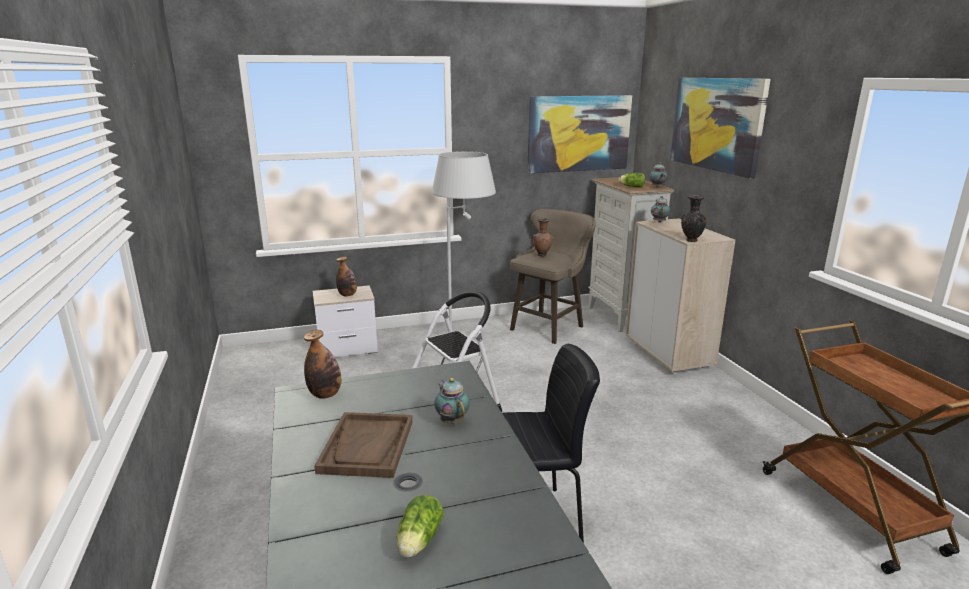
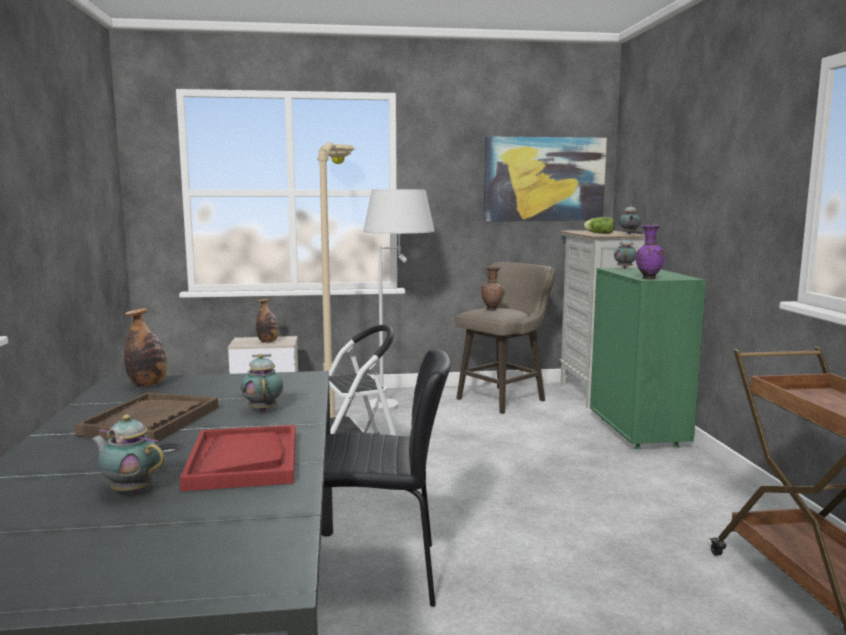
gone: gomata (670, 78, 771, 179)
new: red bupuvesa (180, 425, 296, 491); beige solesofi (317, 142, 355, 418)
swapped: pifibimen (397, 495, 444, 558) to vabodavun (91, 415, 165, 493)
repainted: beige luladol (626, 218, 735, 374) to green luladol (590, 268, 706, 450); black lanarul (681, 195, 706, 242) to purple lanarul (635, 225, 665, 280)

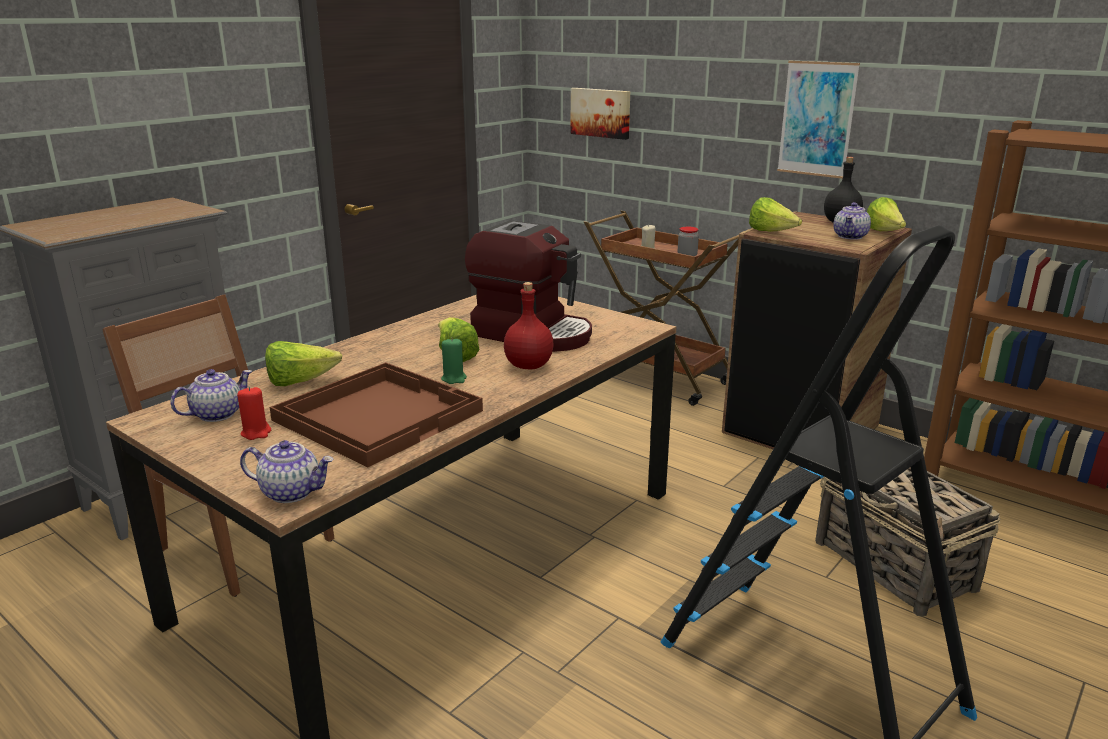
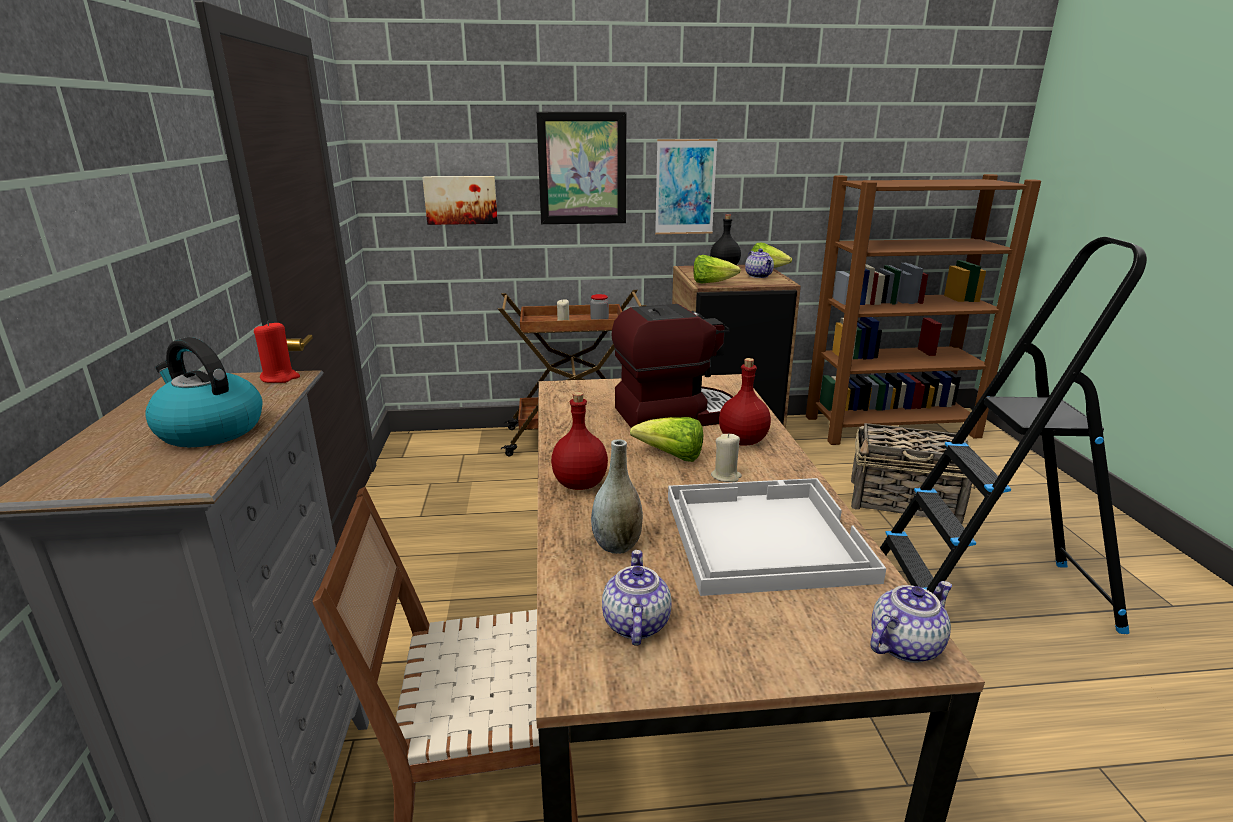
new: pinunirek (145, 337, 263, 447); gomata (536, 112, 626, 224); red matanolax (551, 392, 608, 490)
shifted: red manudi (237, 386, 271, 440) to (254, 320, 300, 383)
swapped: pifibimen (265, 341, 342, 386) to grey lanarul (591, 439, 643, 554)
repainted: brown bupuvesa (270, 362, 483, 467) to white bupuvesa (668, 478, 886, 596); green manudi (441, 338, 467, 384) to beige manudi (711, 433, 742, 482)

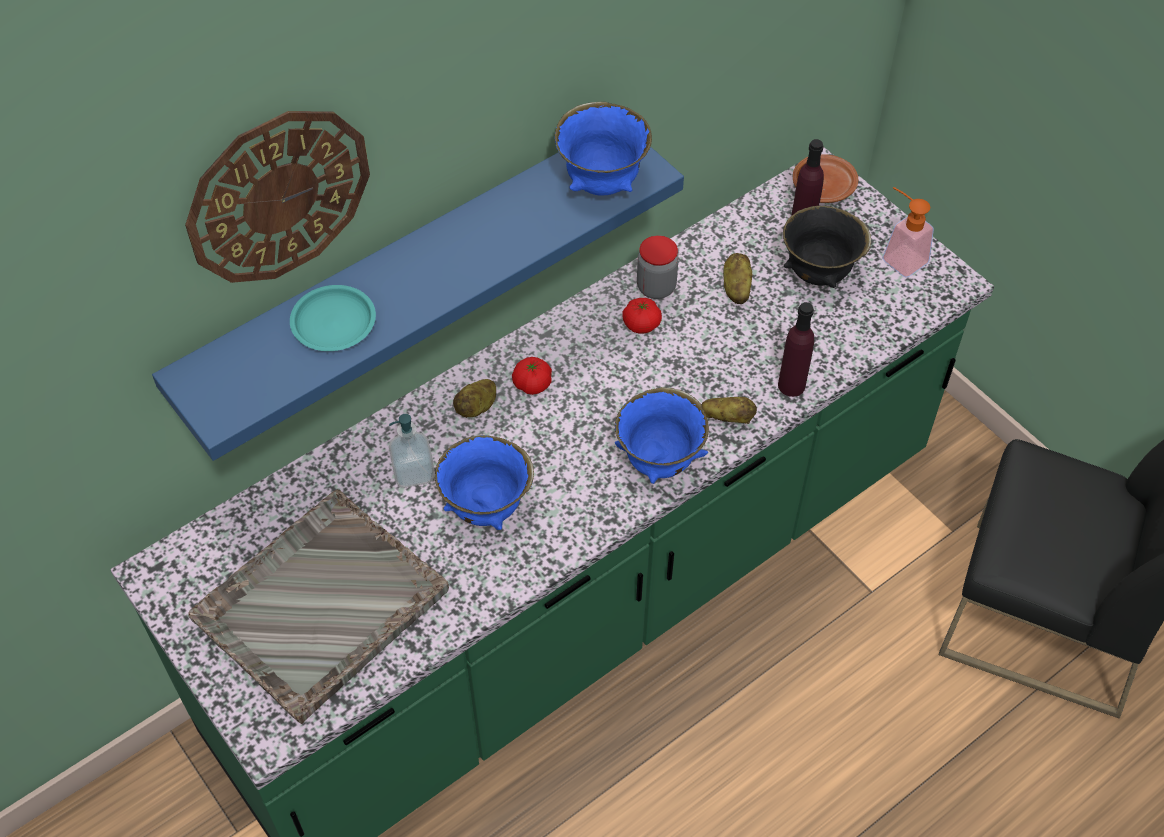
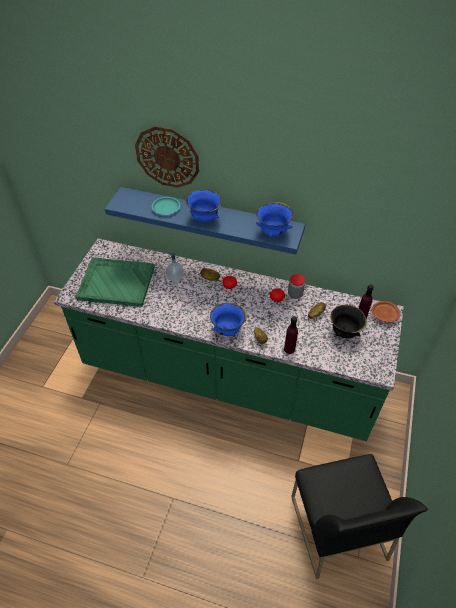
gone: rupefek (882, 187, 934, 278)
shifted: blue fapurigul (435, 435, 534, 530) to (186, 189, 222, 223)
repainted: grey bupuvesa (188, 489, 449, 724) to green bupuvesa (75, 257, 155, 307)

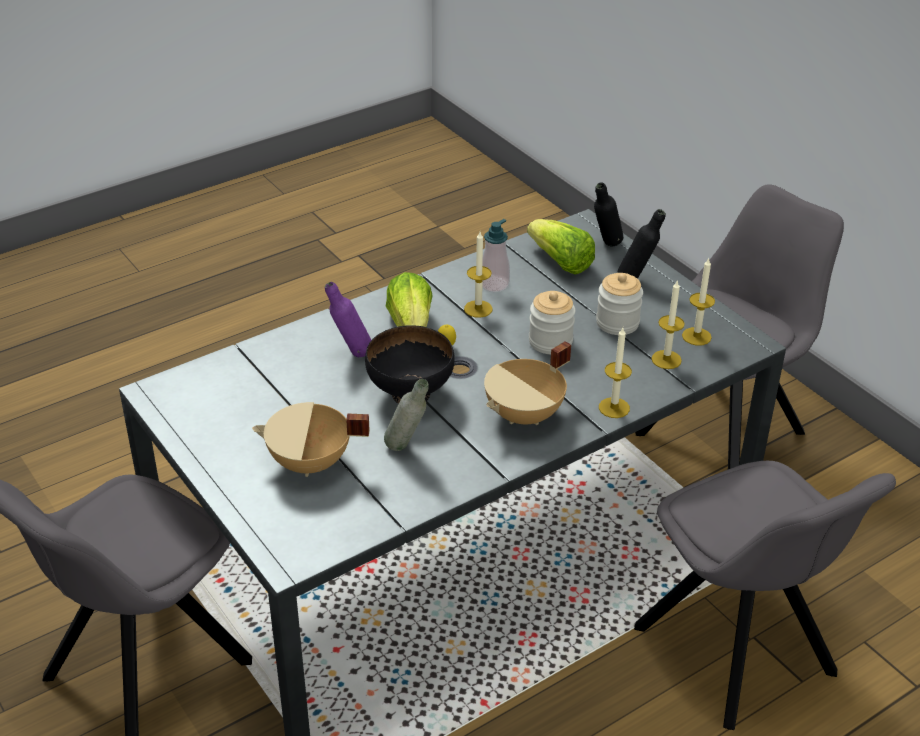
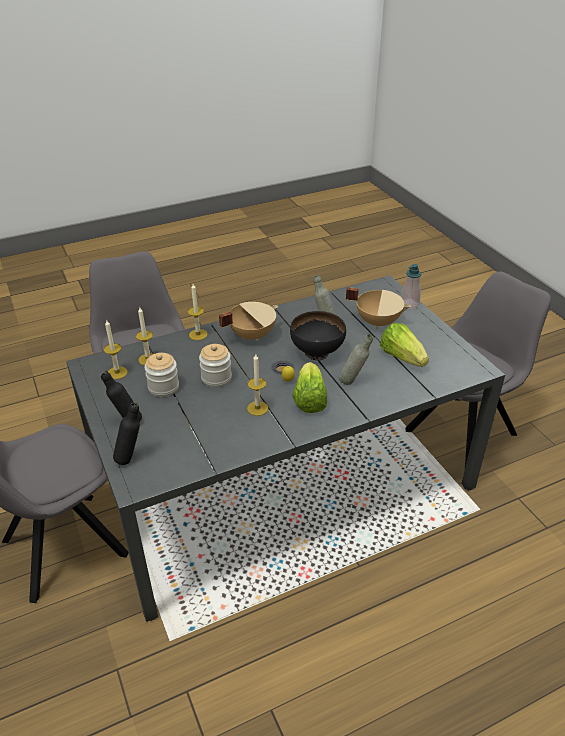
shifted: rupefek (482, 219, 510, 292) to (401, 264, 421, 309); pifibimen (527, 219, 595, 275) to (380, 323, 429, 367)
repainted: purple matanolax (325, 282, 371, 357) to grey matanolax (339, 334, 373, 385)

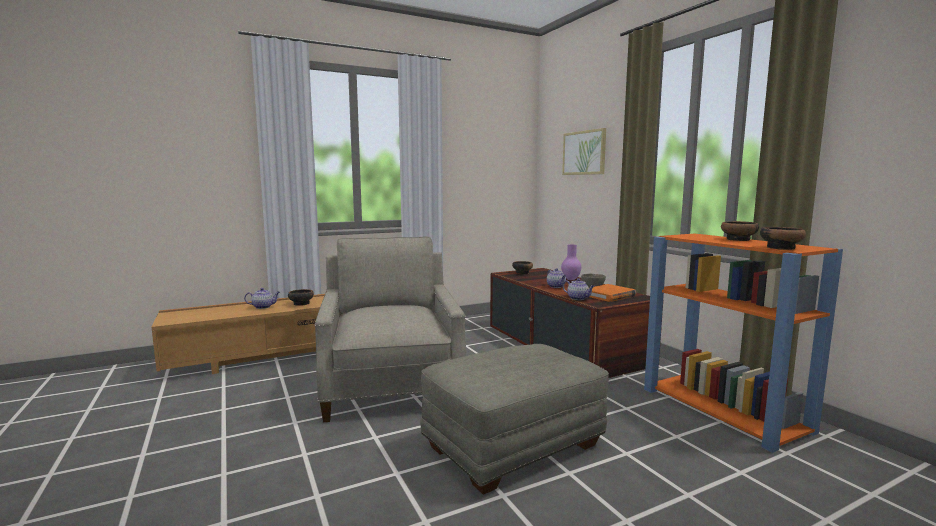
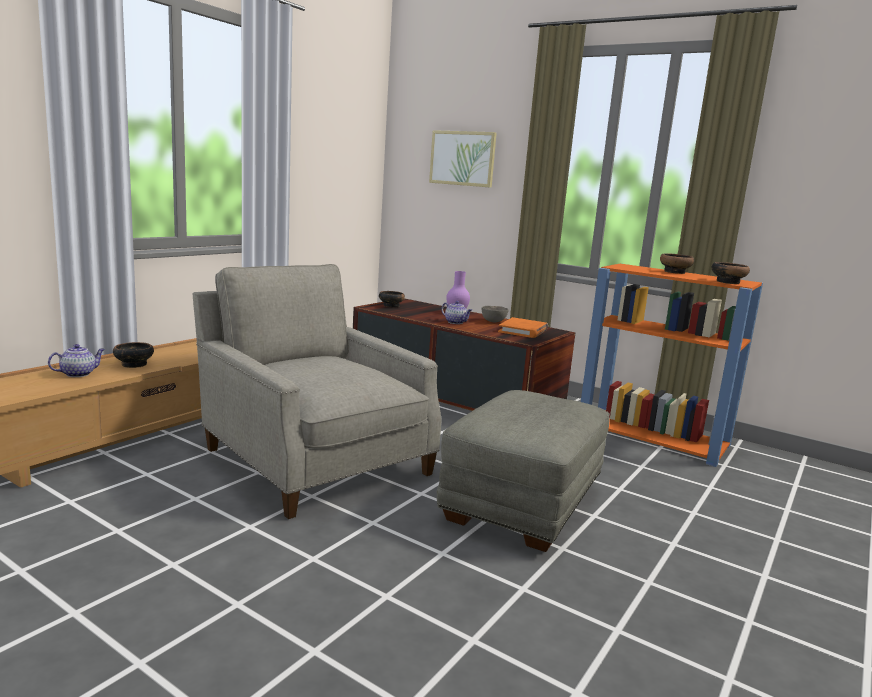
gone: vabodavun (563, 278, 595, 300)

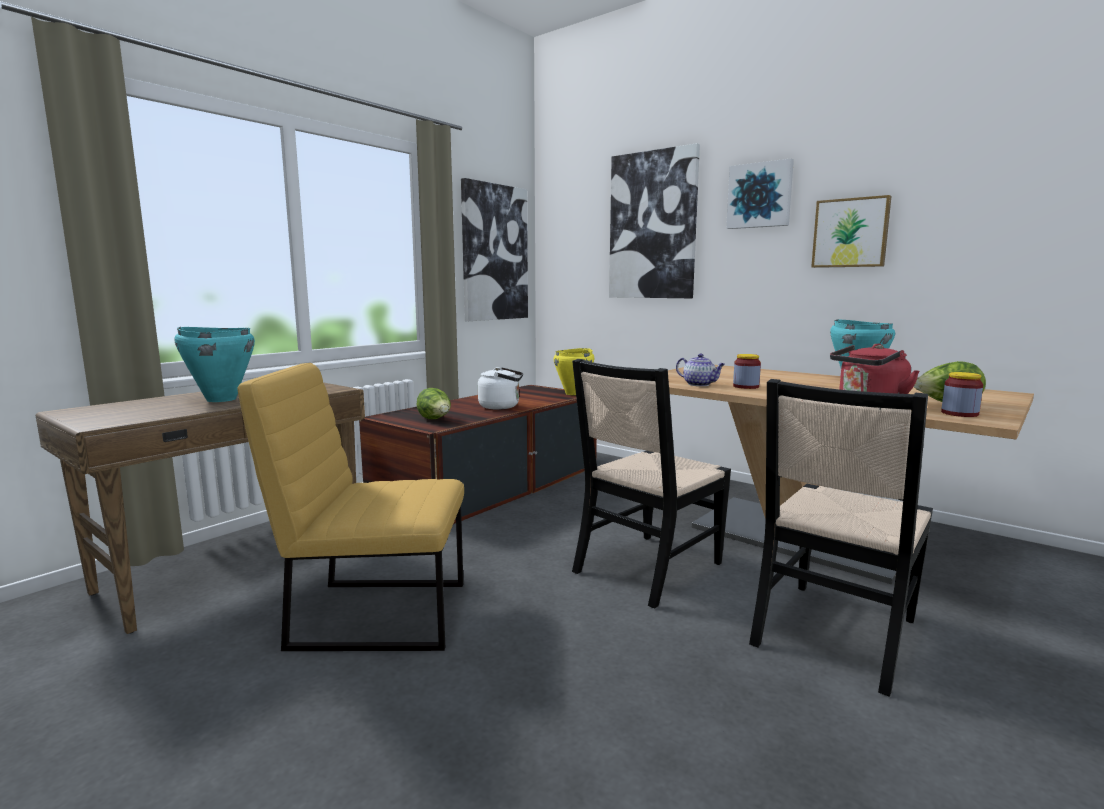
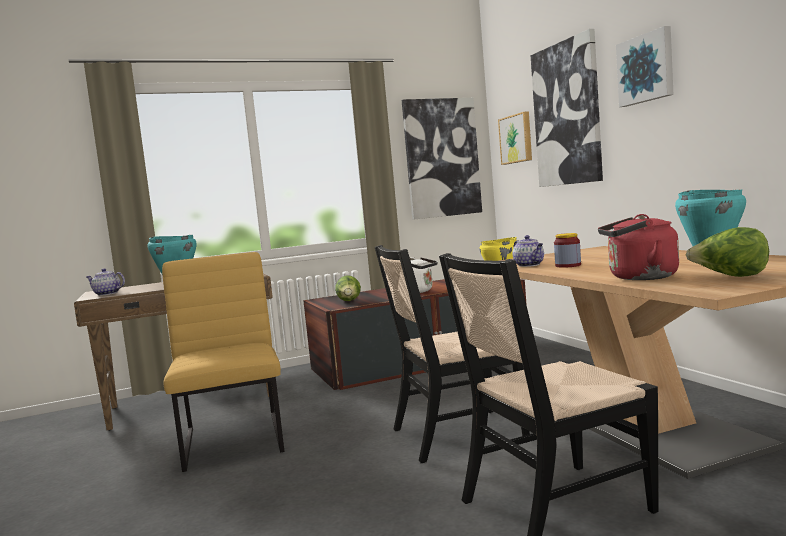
gone: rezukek (941, 372, 983, 417)
new: vabodavun (86, 268, 125, 296)
shifted: gomata (811, 195, 892, 268) to (498, 111, 532, 165)
rotated: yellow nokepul (237, 363, 464, 651) = (162, 252, 284, 472) 45 degrees clockwise

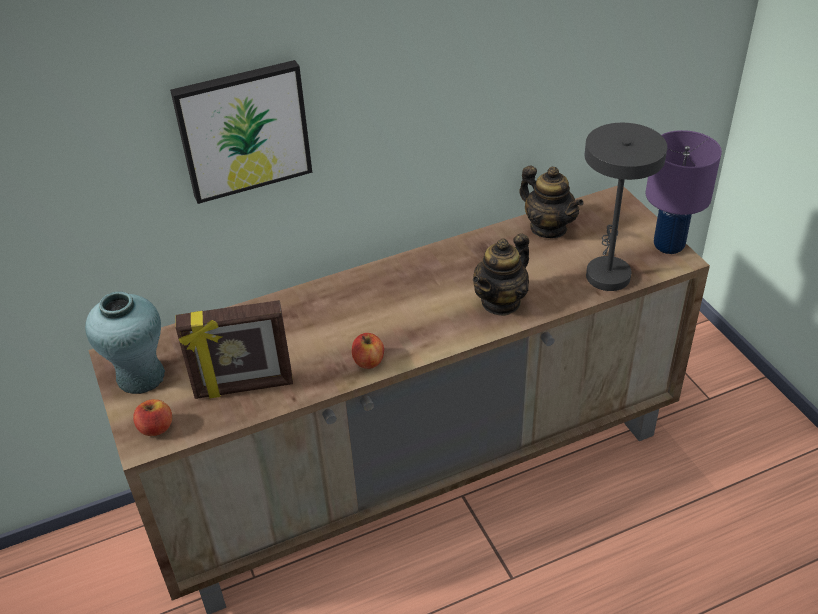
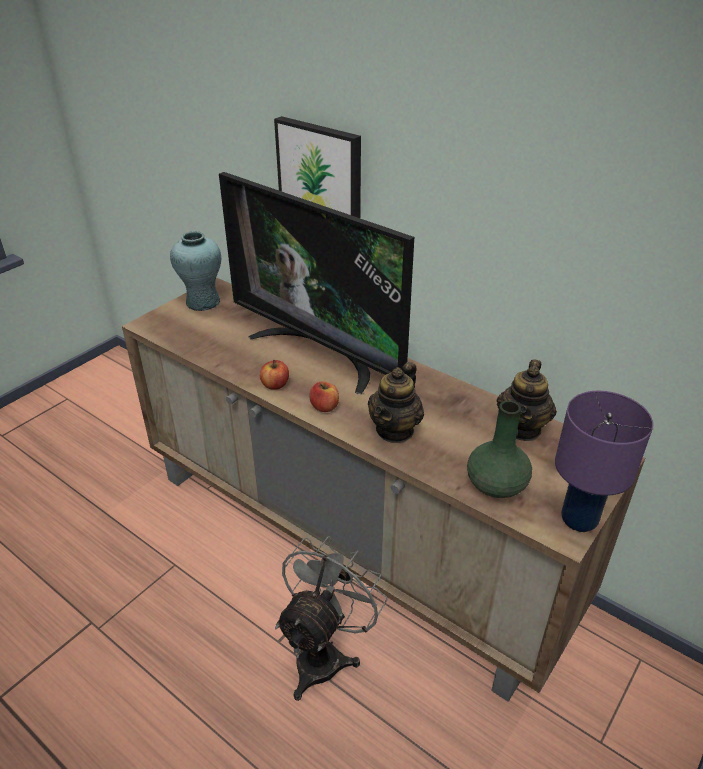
gone: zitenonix (175, 300, 293, 399)
new: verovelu (219, 172, 414, 394); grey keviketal (275, 536, 388, 701)
shifted: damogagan (133, 399, 172, 436) to (309, 382, 339, 412)
swapped: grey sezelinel (585, 123, 667, 291) to green lanarul (467, 401, 532, 498)
rotated: vabodavun (473, 233, 529, 316) = (368, 362, 424, 443) 75 degrees counterclockwise

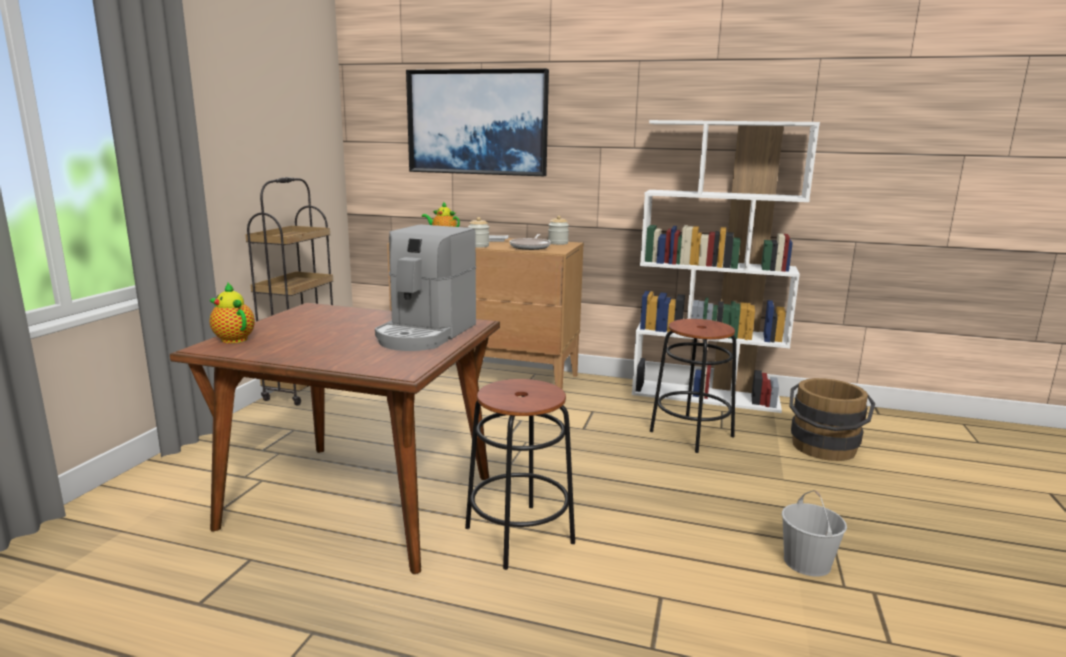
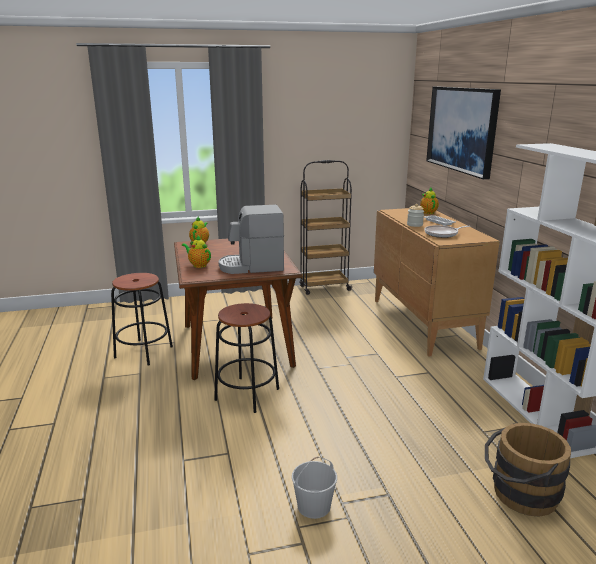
gone: rezukek (548, 215, 569, 245)
new: vabodavun (182, 236, 211, 268)
shifted: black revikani (650, 319, 736, 453) to (111, 273, 173, 366)

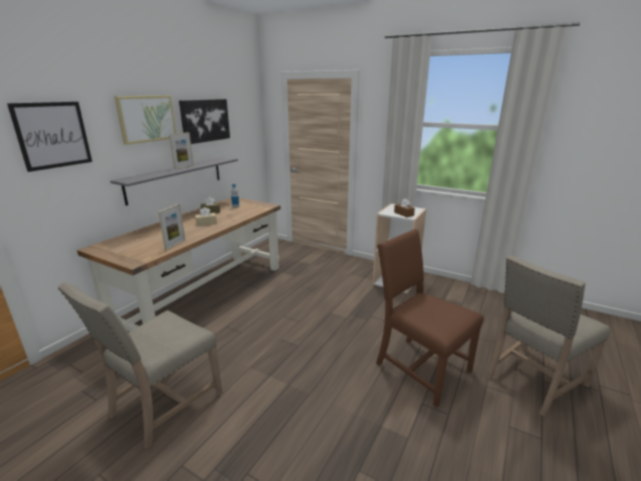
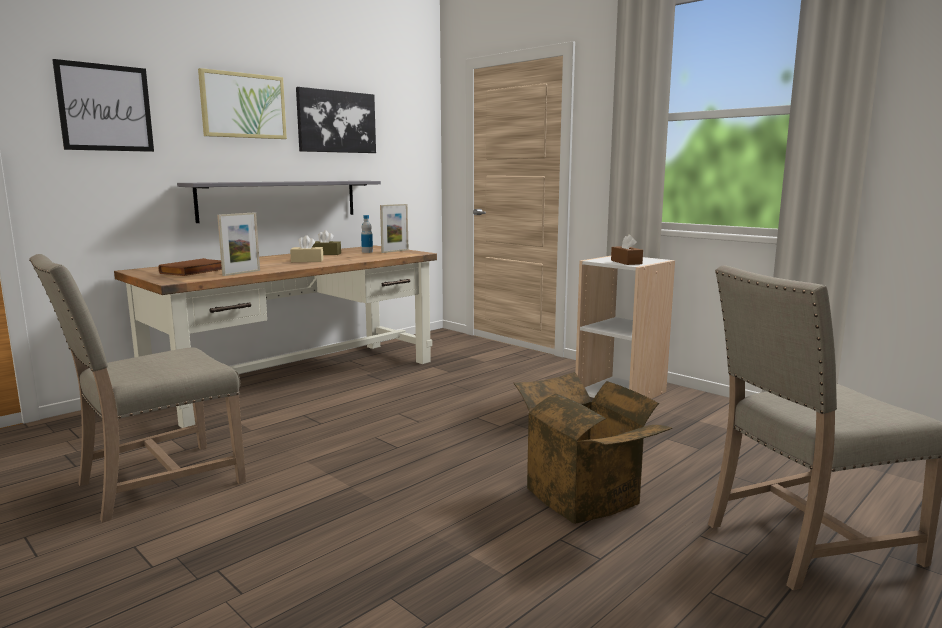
new: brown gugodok (159, 258, 222, 276)
shifted: zitenonix (169, 132, 194, 170) to (380, 204, 408, 253)
swapped: brown nokepul (376, 229, 484, 407) to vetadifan (514, 372, 672, 524)

